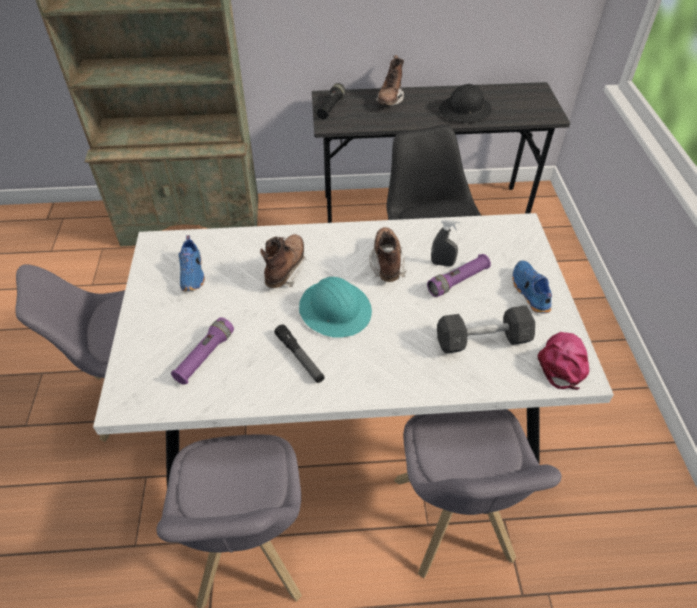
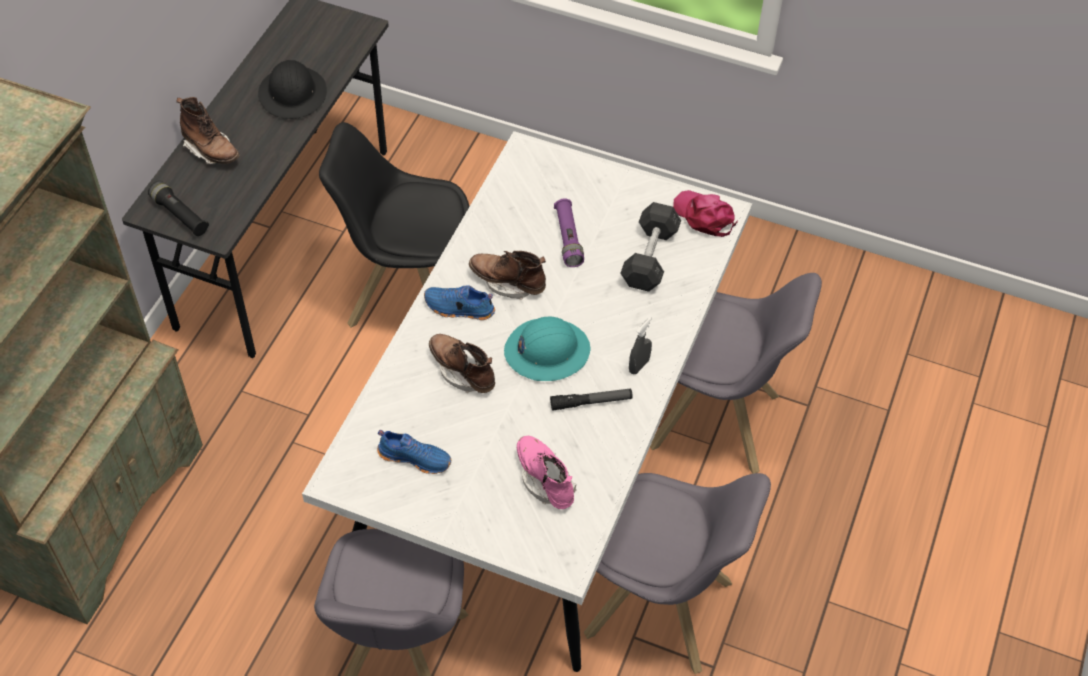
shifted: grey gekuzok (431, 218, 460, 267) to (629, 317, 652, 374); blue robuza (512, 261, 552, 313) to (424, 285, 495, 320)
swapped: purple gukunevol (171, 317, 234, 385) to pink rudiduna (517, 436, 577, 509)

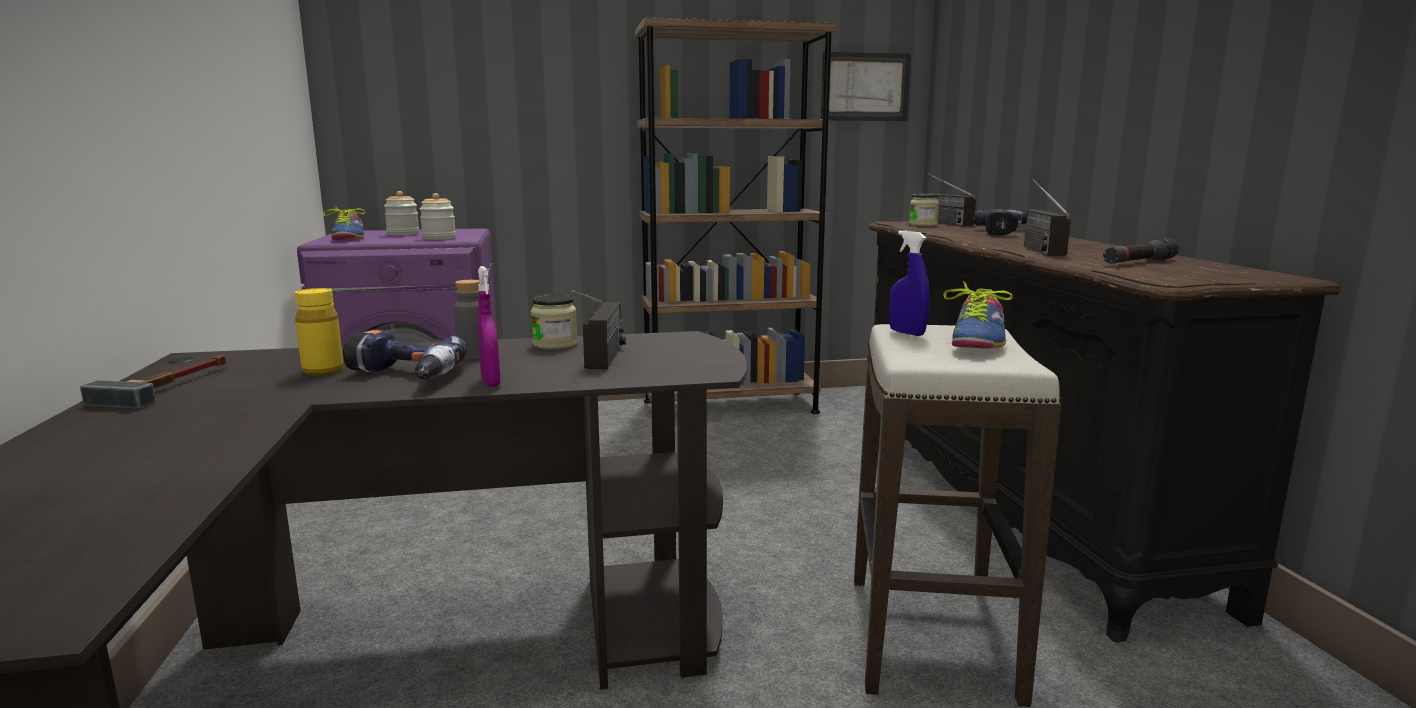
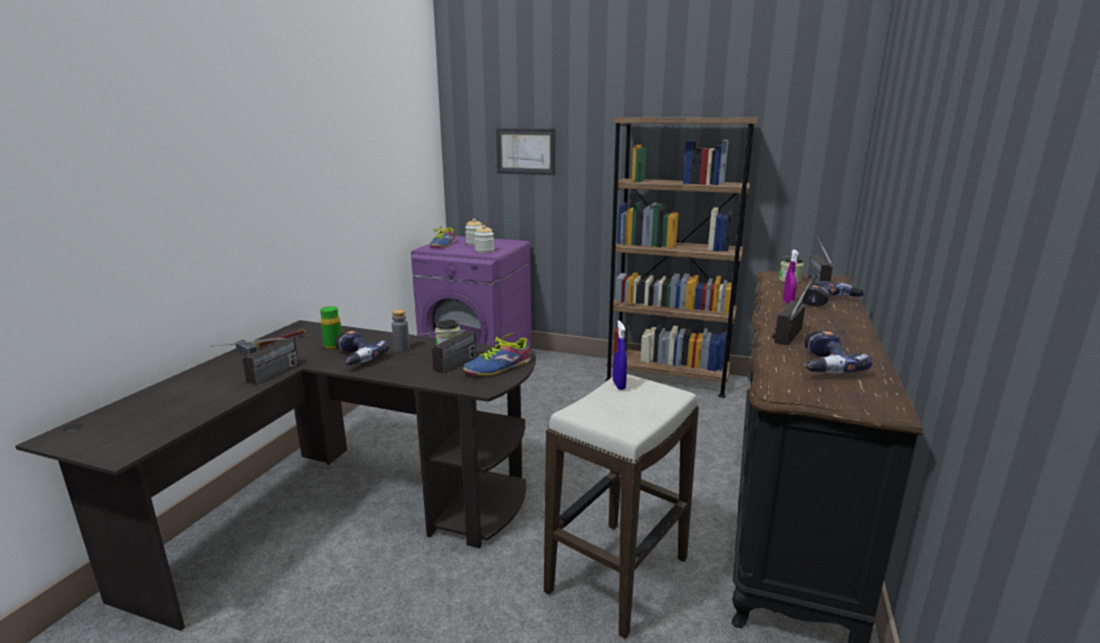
new: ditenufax (211, 338, 299, 384)
shifted: purple gekuzok (478, 266, 501, 387) to (783, 250, 799, 304); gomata (821, 52, 911, 121) to (496, 128, 555, 175); robuza (944, 281, 1013, 349) to (463, 332, 531, 376)
swapped: black gukunevol (1103, 238, 1179, 263) to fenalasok (805, 331, 872, 374)
repainted: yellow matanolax (294, 288, 344, 375) to green matanolax (320, 306, 342, 349)

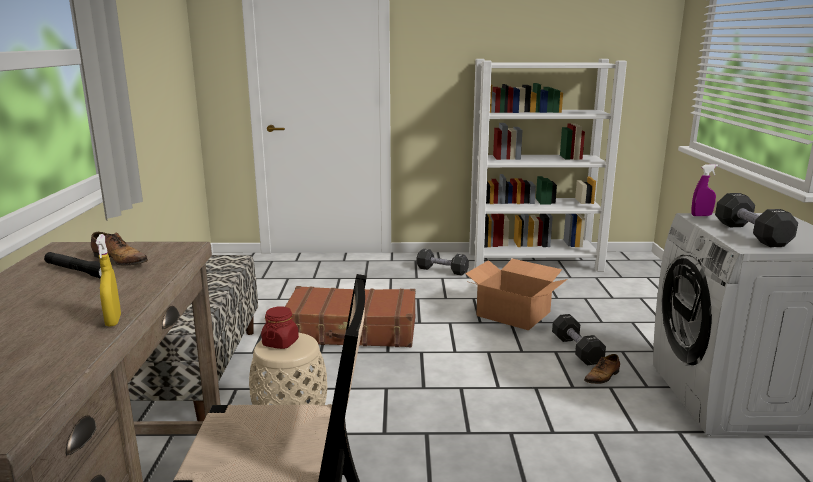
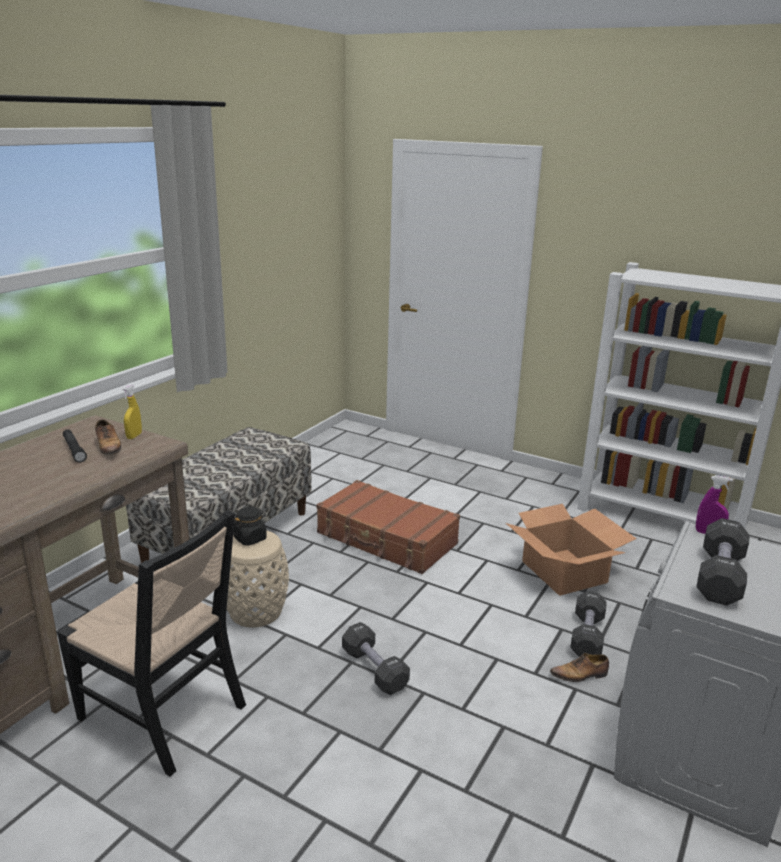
shifted: yellow gekuzok (96, 234, 121, 327) to (122, 385, 142, 439); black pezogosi (416, 249, 469, 276) to (342, 622, 410, 695)
repainted: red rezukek (261, 306, 299, 349) to black rezukek (233, 507, 267, 546)

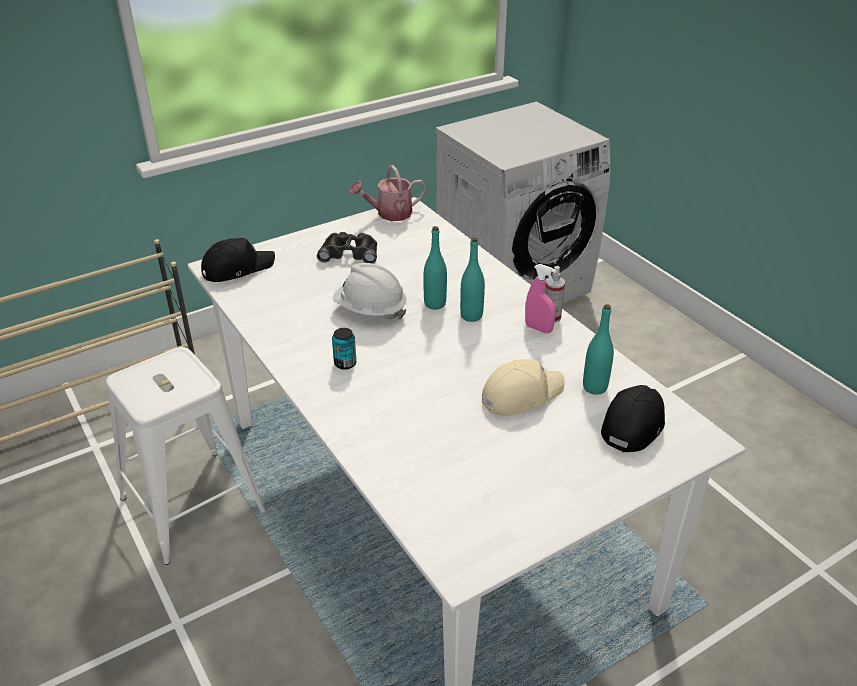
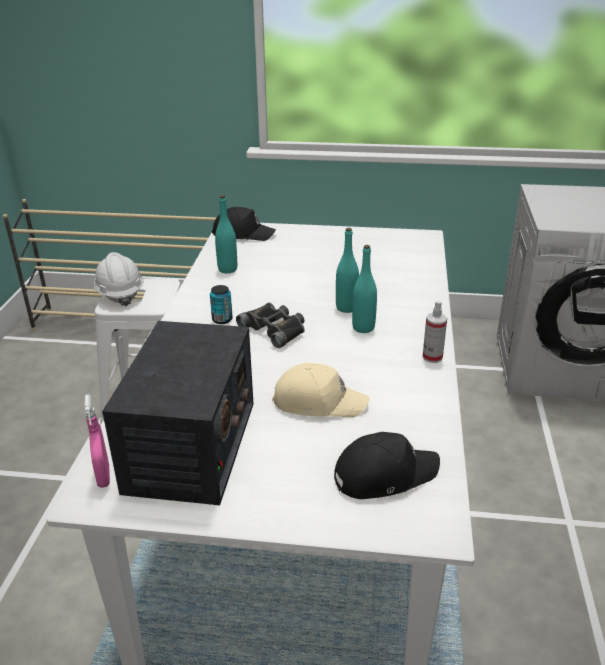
gone: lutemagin (349, 165, 426, 221)
new: ditenufax (102, 321, 254, 505)
shifted: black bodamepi (317, 232, 377, 264) to (236, 303, 305, 348); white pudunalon (332, 263, 407, 320) to (94, 252, 143, 307); pink gekuzok (525, 264, 557, 333) to (84, 394, 110, 488); turquoise matanolax (583, 304, 614, 395) to (215, 195, 237, 273)

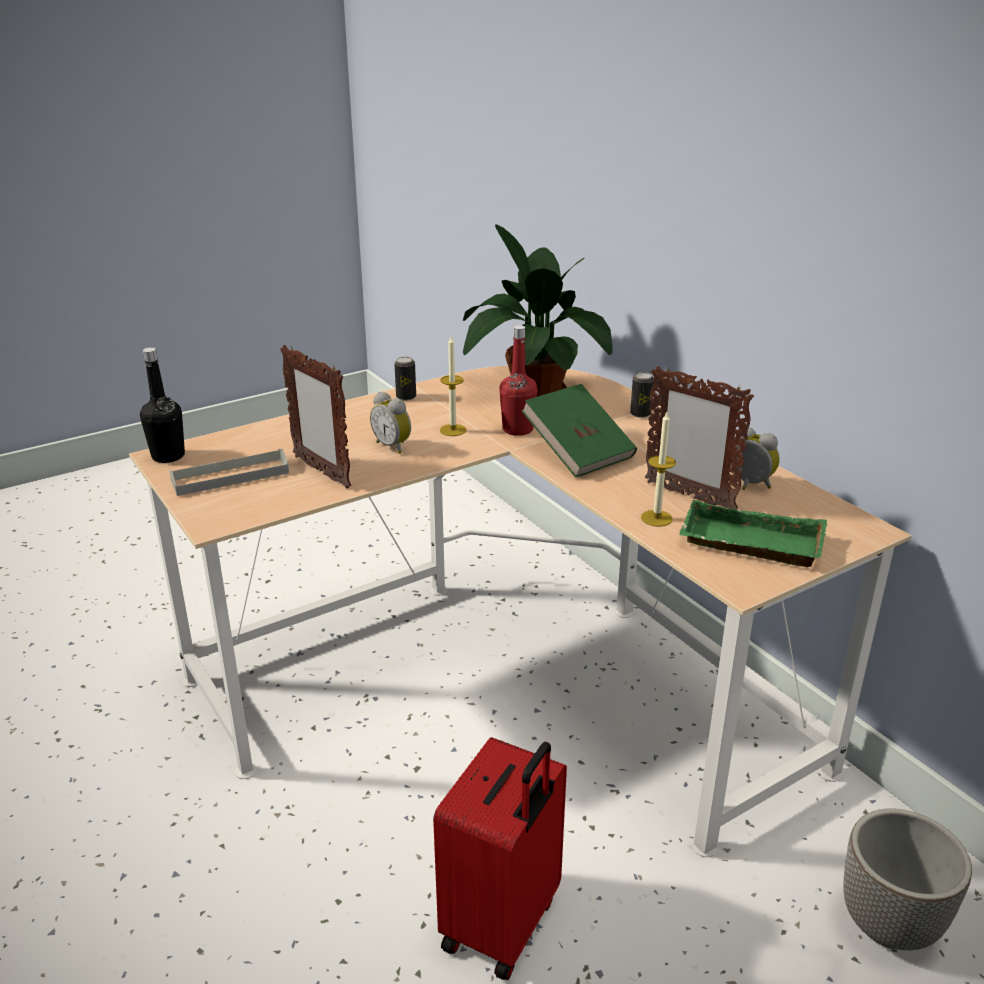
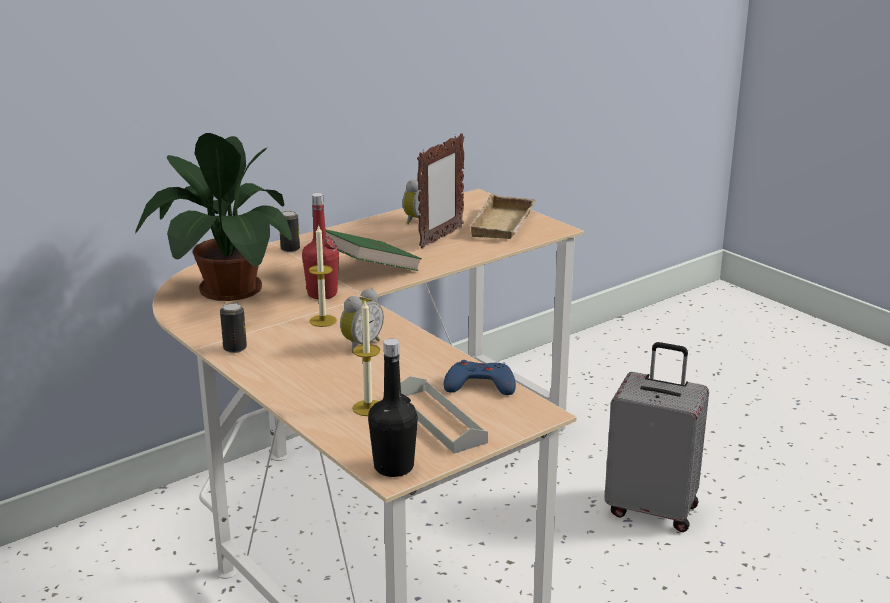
gone: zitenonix (280, 345, 351, 489); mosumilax (843, 808, 972, 950)
new: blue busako (444, 360, 516, 395)
shifted: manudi (641, 412, 676, 527) to (352, 301, 380, 416)
repainted: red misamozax (433, 737, 567, 980) to grey misamozax (604, 342, 709, 532); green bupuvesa (679, 500, 827, 567) to beige bupuvesa (468, 194, 536, 239)

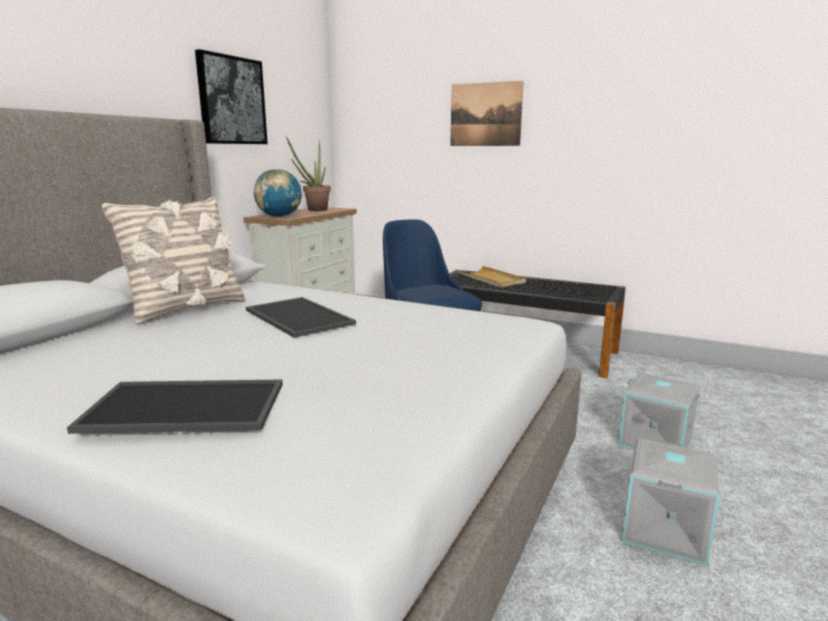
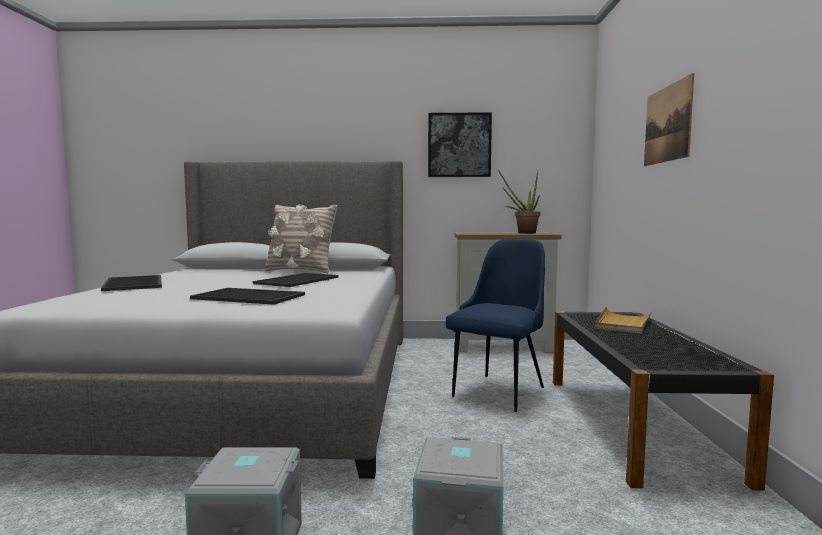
gone: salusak (254, 169, 302, 217)
new: bupuvesa (190, 288, 305, 305)

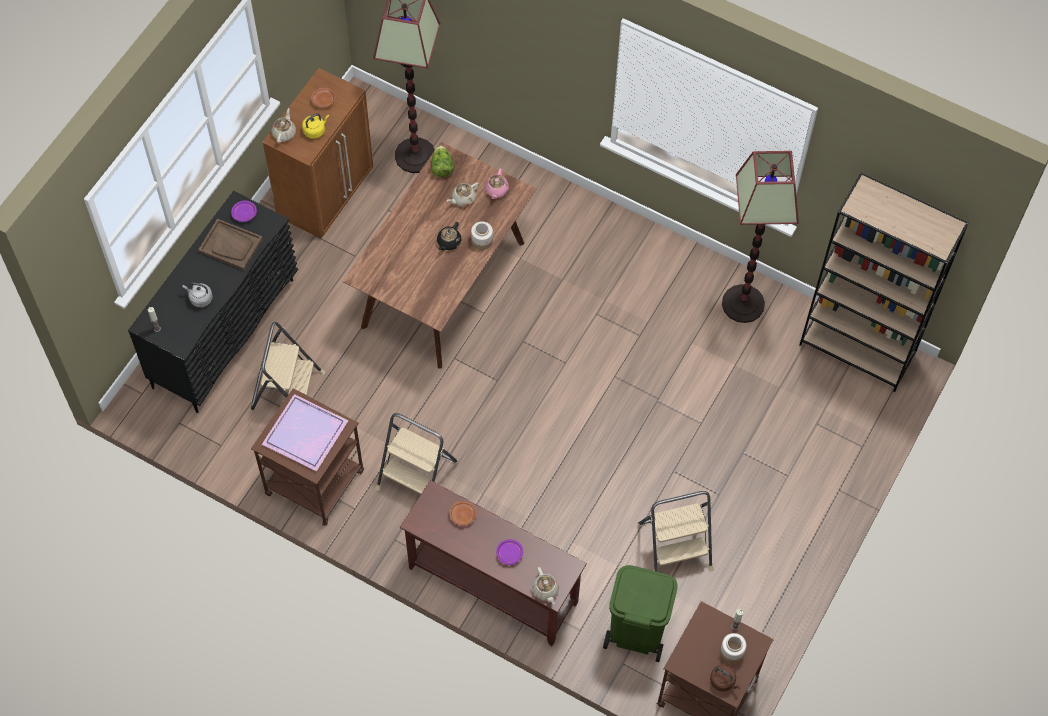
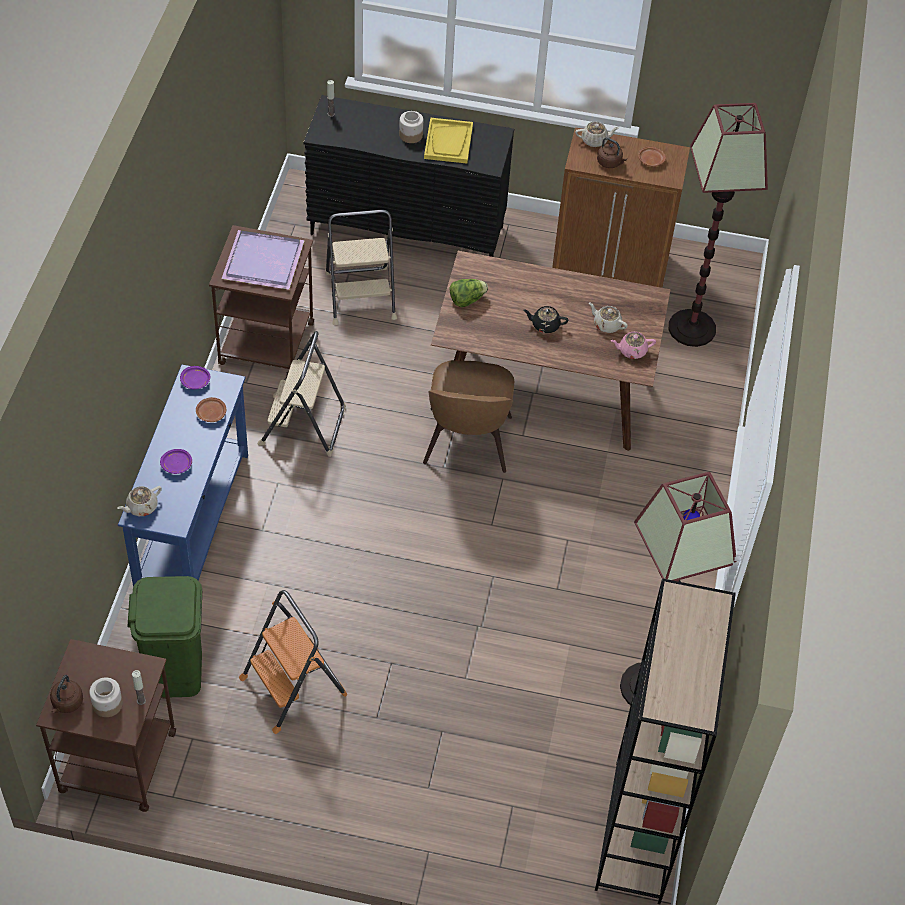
gone: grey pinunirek (182, 282, 213, 308)
new: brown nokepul (423, 360, 514, 473)
shifted: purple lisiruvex (231, 200, 257, 222) to (180, 366, 210, 389); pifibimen (431, 146, 454, 177) to (449, 279, 488, 307); rezukek (471, 221, 493, 250) to (399, 111, 423, 143)
repainted: brown bupuvesa (198, 219, 263, 270) to yellow bupuvesa (424, 118, 473, 163); yellow pinunirek (302, 113, 329, 139) to brown pinunirek (597, 137, 627, 168); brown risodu (400, 480, 587, 646) to blue risodu (118, 365, 248, 587); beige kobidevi (637, 491, 714, 572) to orange kobidevi (239, 590, 347, 734)

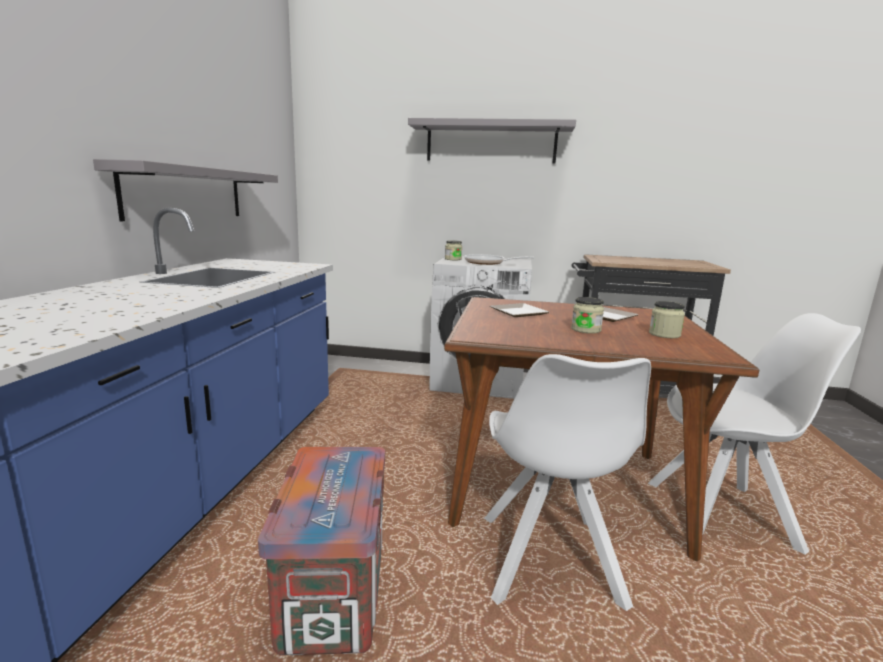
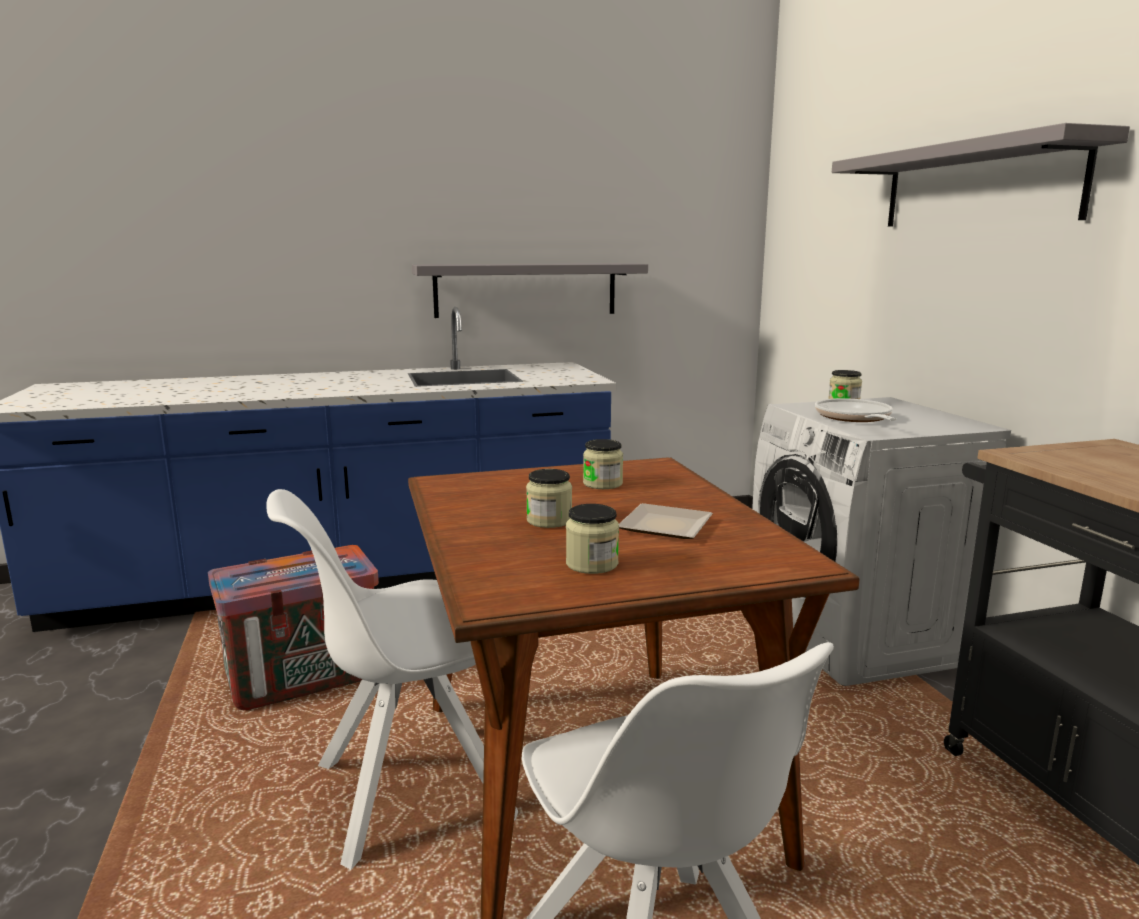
swapped: lisiruvex (490, 303, 549, 317) to rezukek (583, 439, 623, 489)

